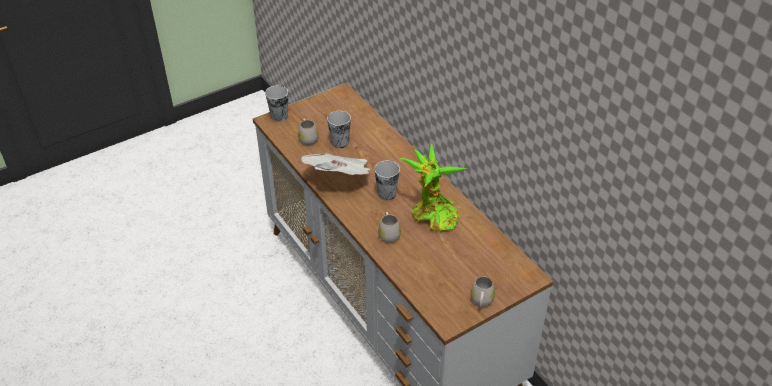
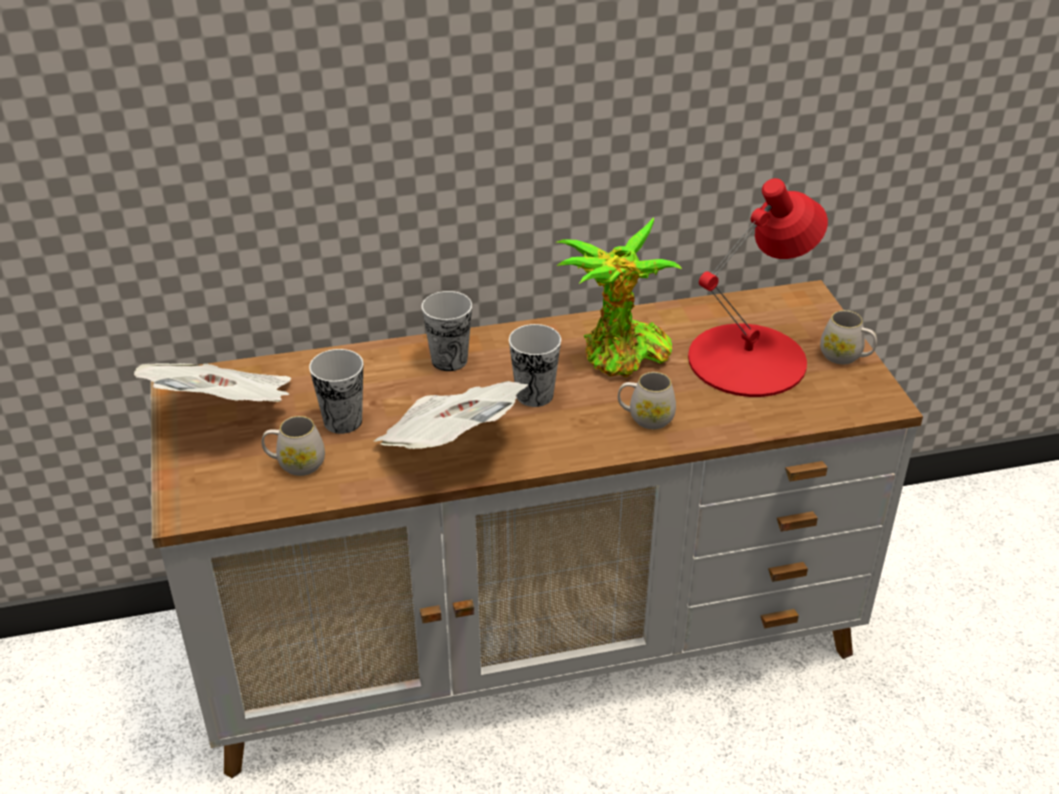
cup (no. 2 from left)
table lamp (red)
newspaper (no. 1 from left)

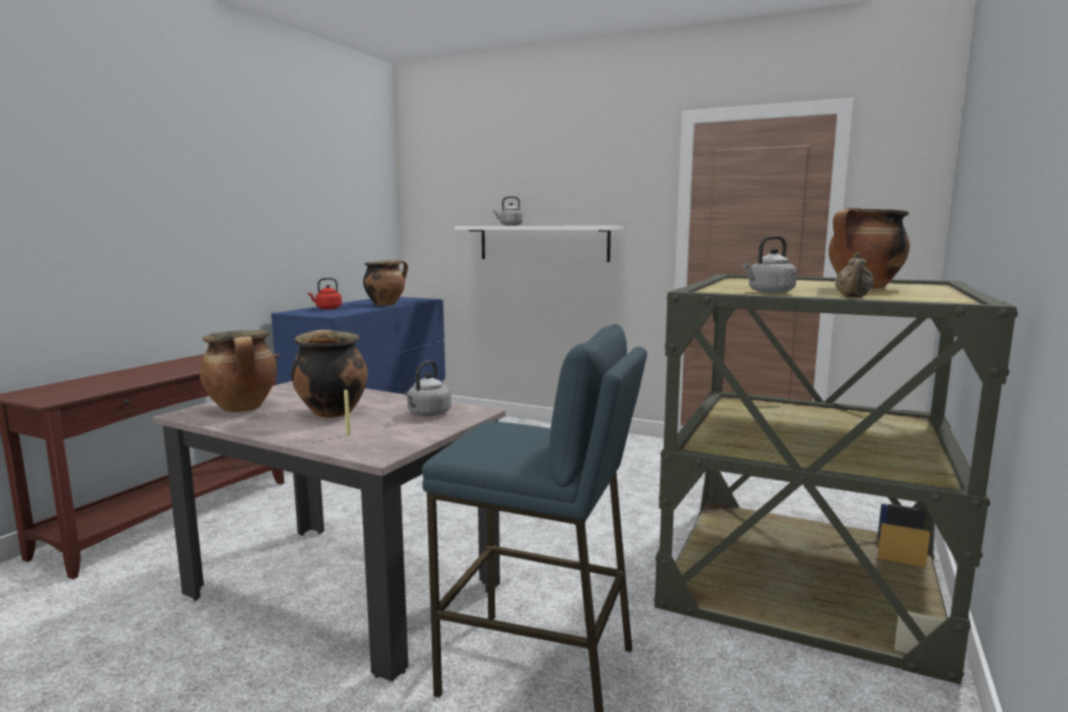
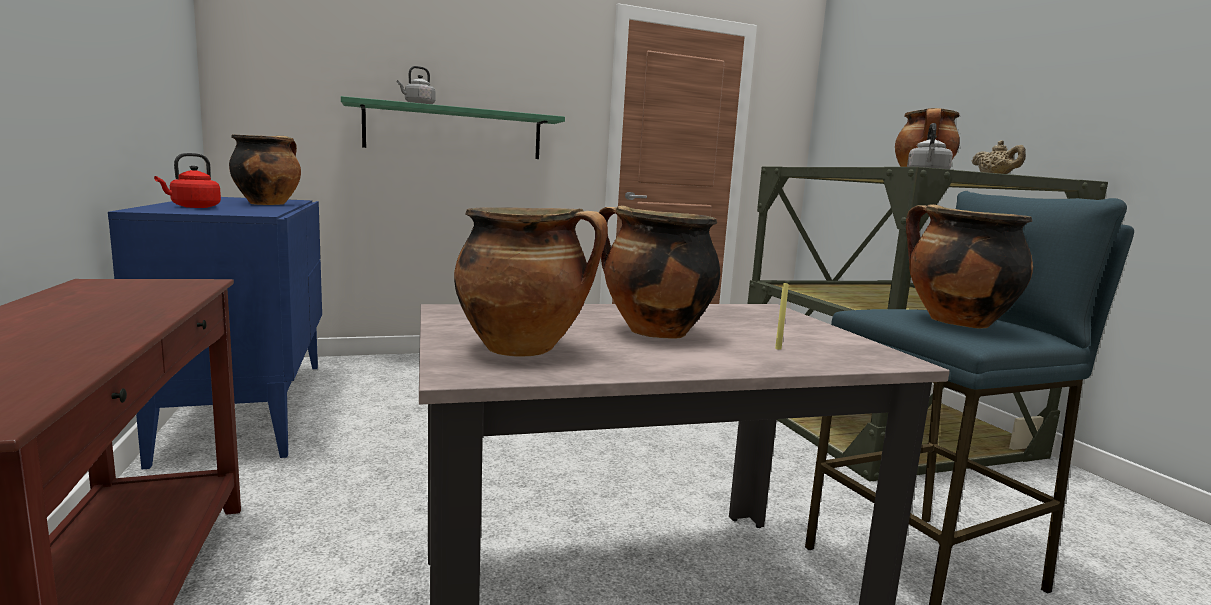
shelf (green)
kettle (grey) (no. 1 from left in the first image)
cooking pot (no. 5 from left)

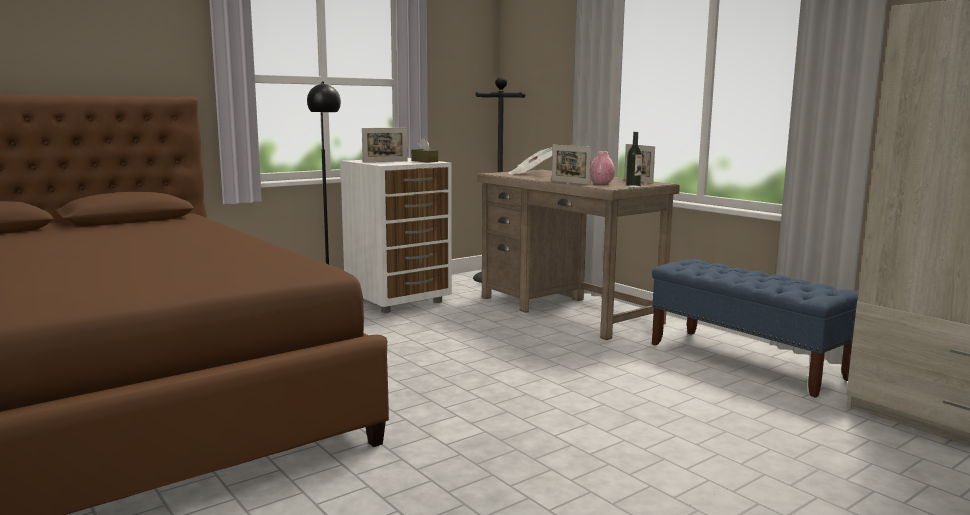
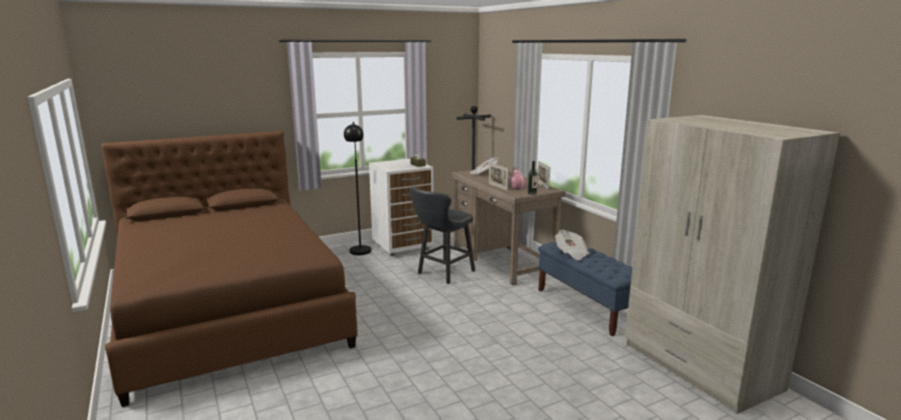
picture frame (no. 1 from left in the first image)
stool (grey)
newspaper (no. 2 from left)

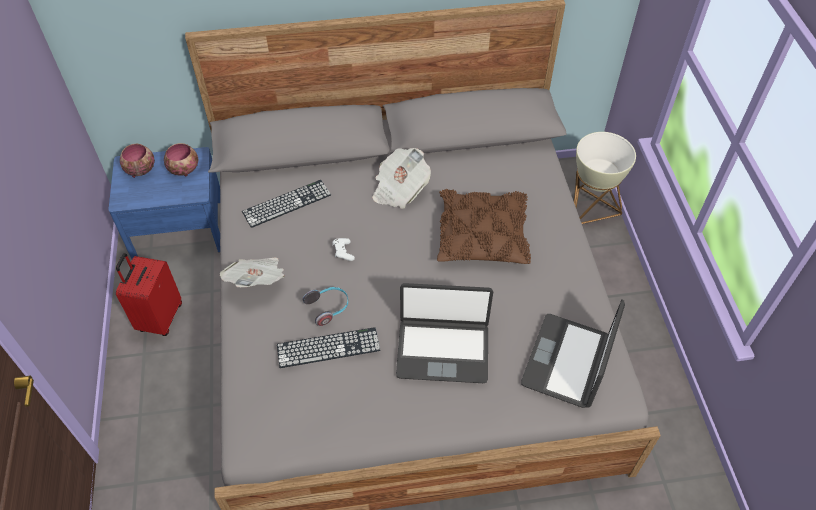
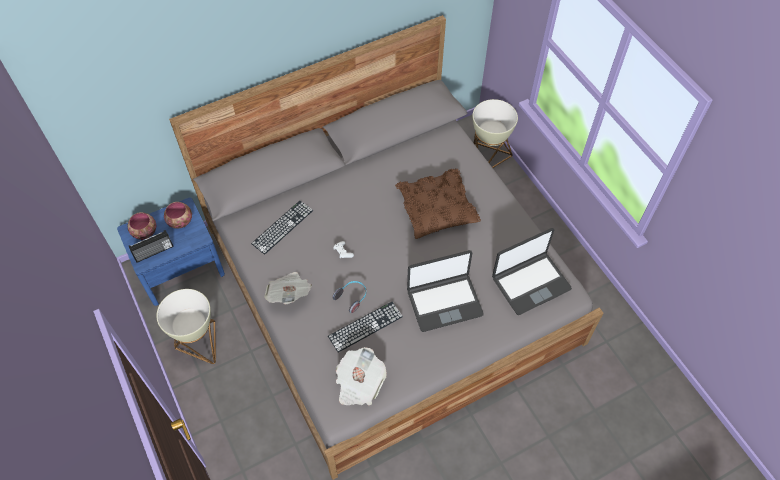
newspaper (no. 2 from left)
planter (no. 1 from left)
laptop (no. 2 from left)
radio

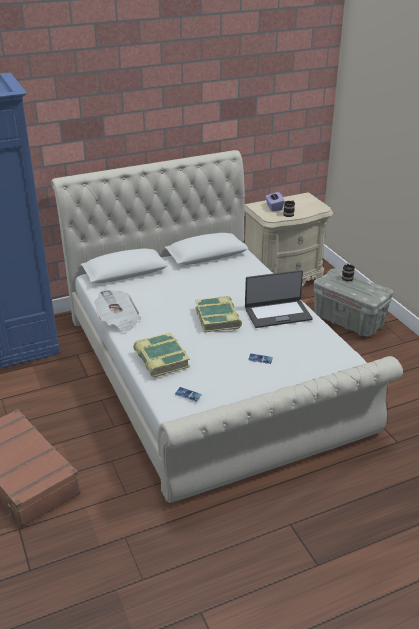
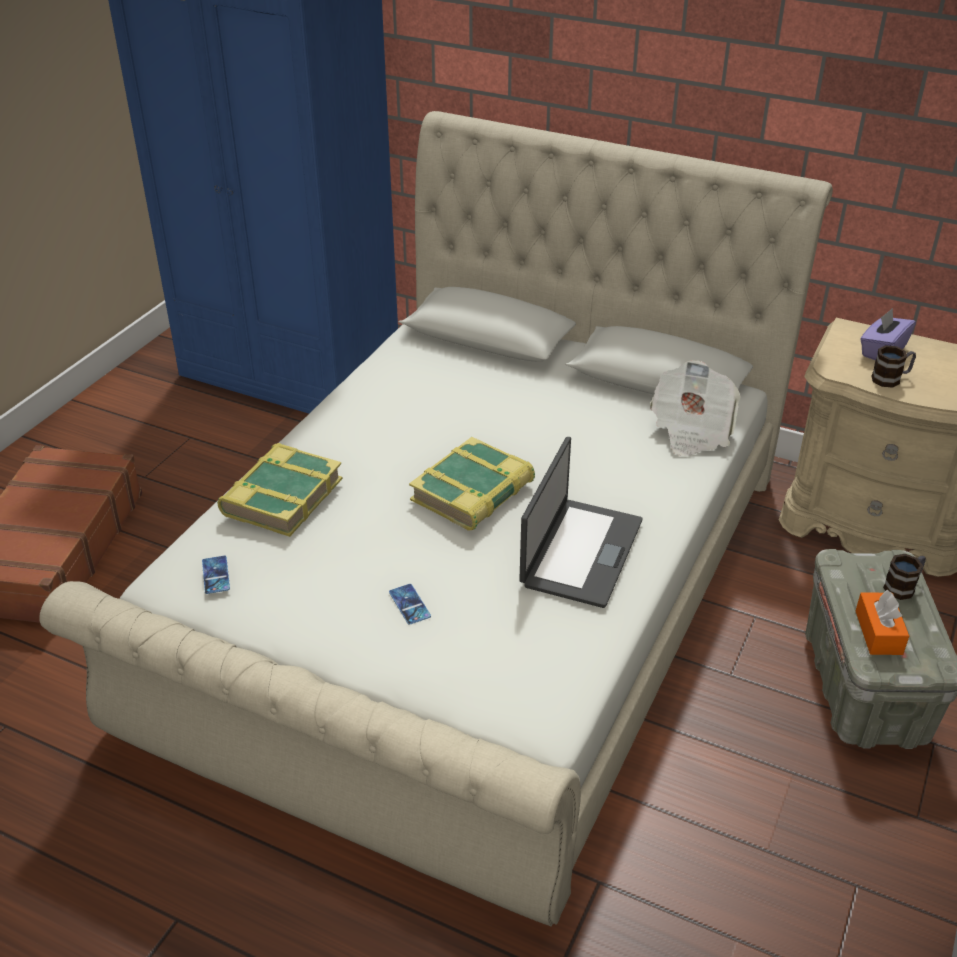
laptop
newspaper
tissue box (orange)

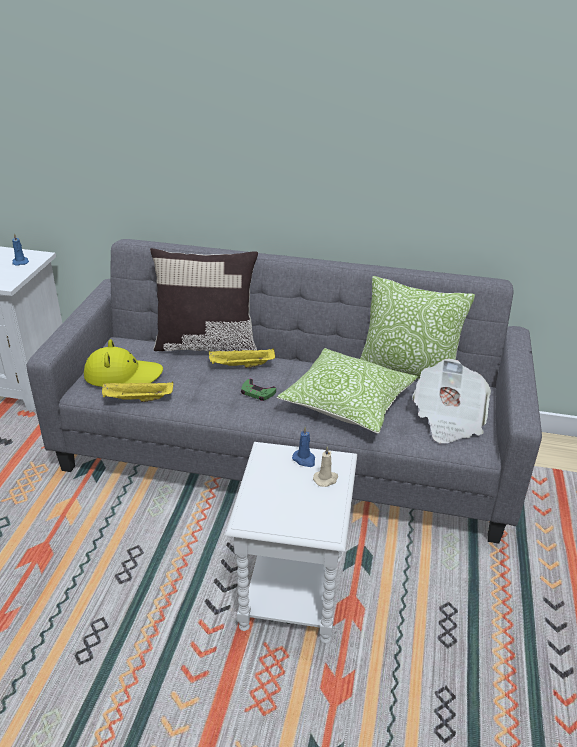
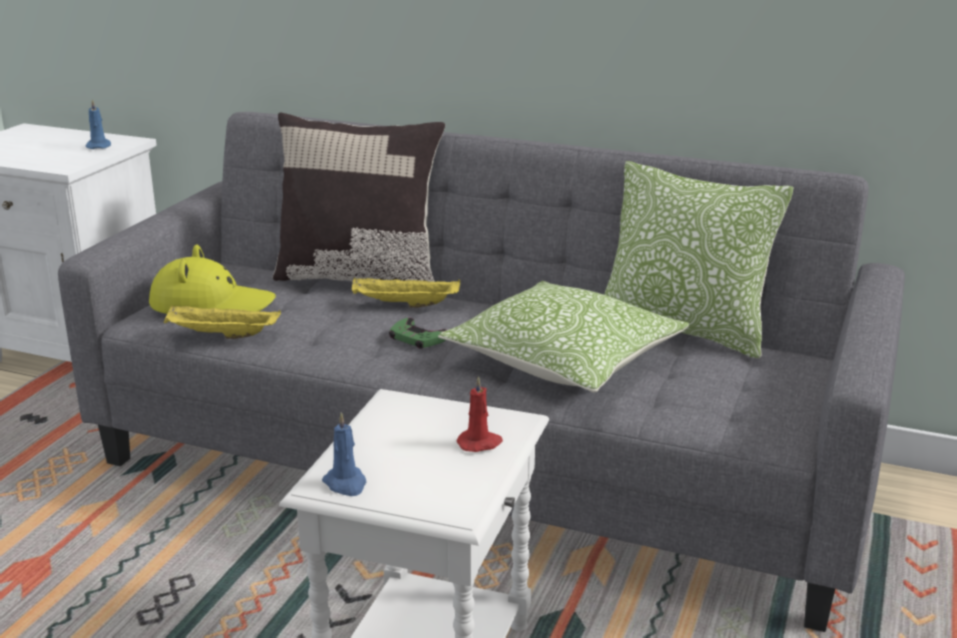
newspaper
candle (blue) (no. 2 from left)
candle (red)

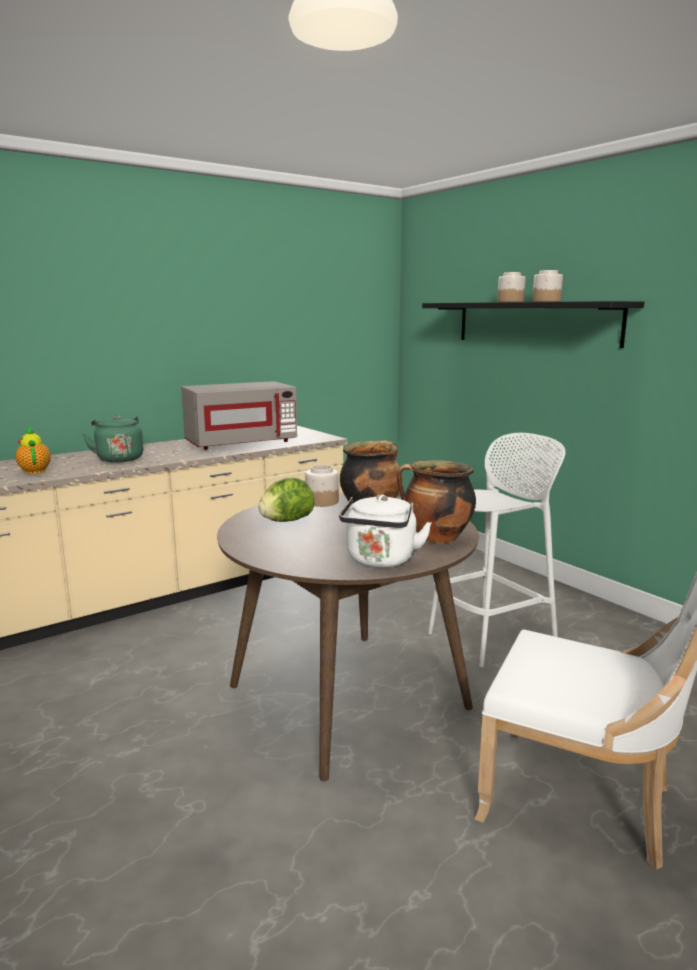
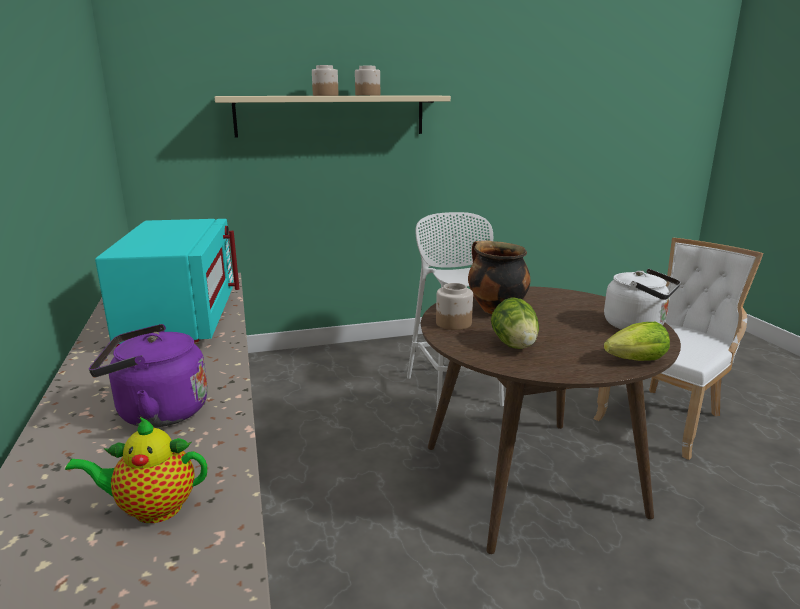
shelf (beige)
microwave (turquoise)
kettle (purple)
cooking pot (no. 2 from left in the first image)
lettuce (no. 2 from left)

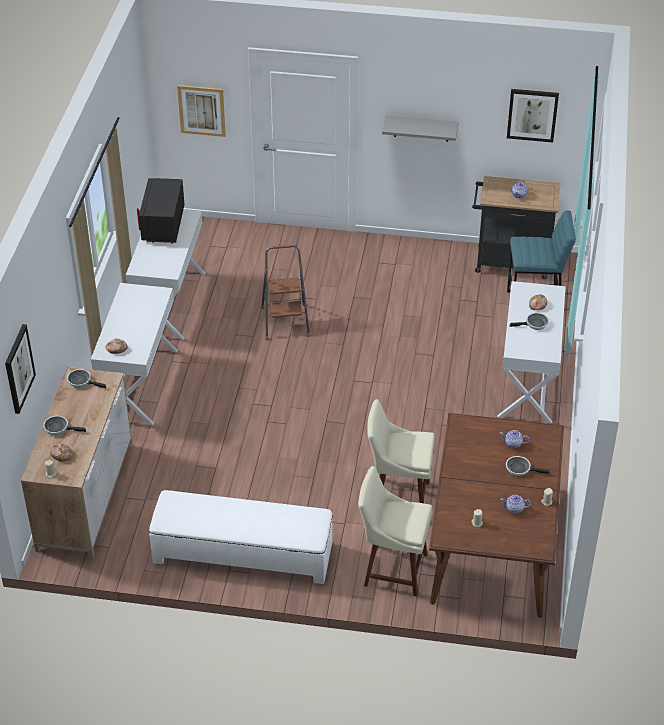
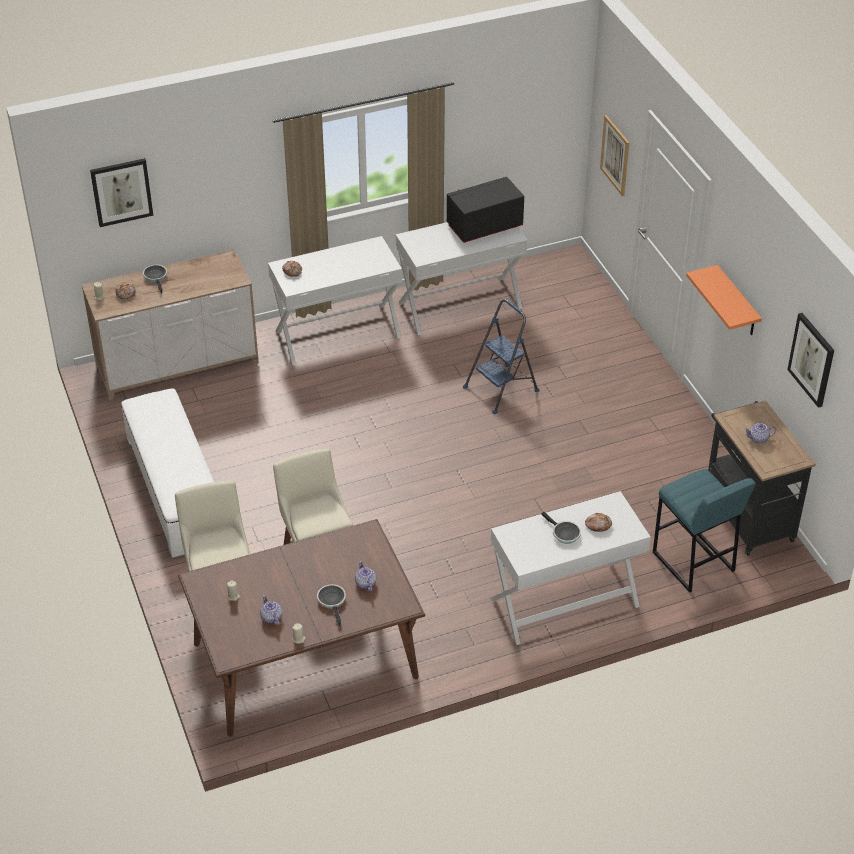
shelf (orange)
step ladder (blue)
frying pan (no. 2 from left in the first image)

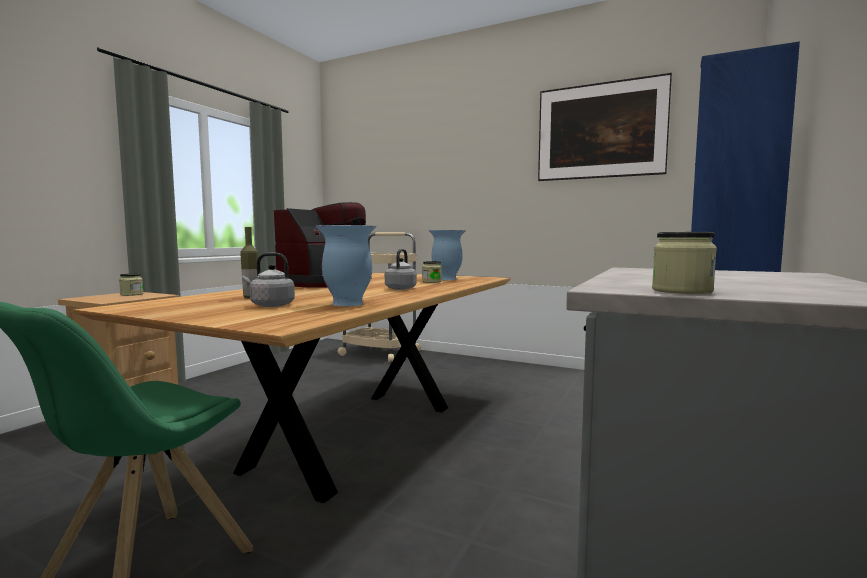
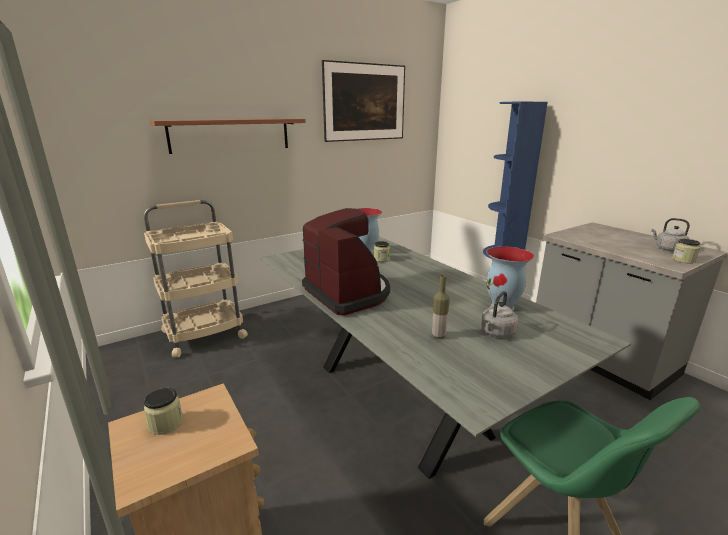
kettle (grey) (no. 2 from left)
dining table (grey)
shelf

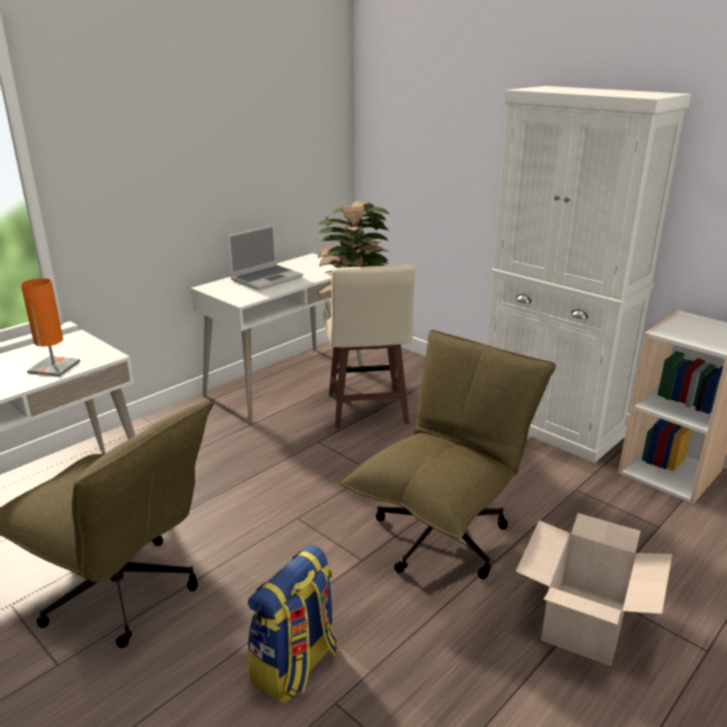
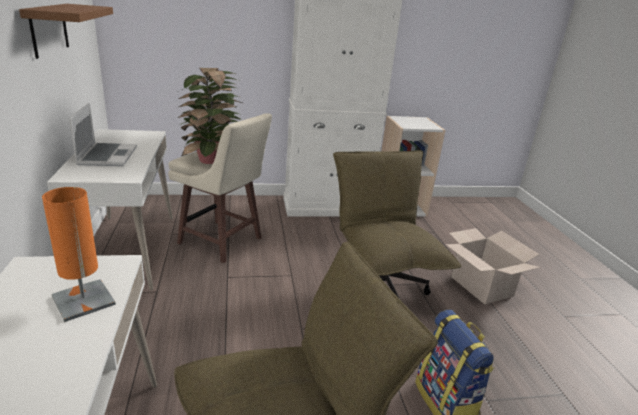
shelf (brown)

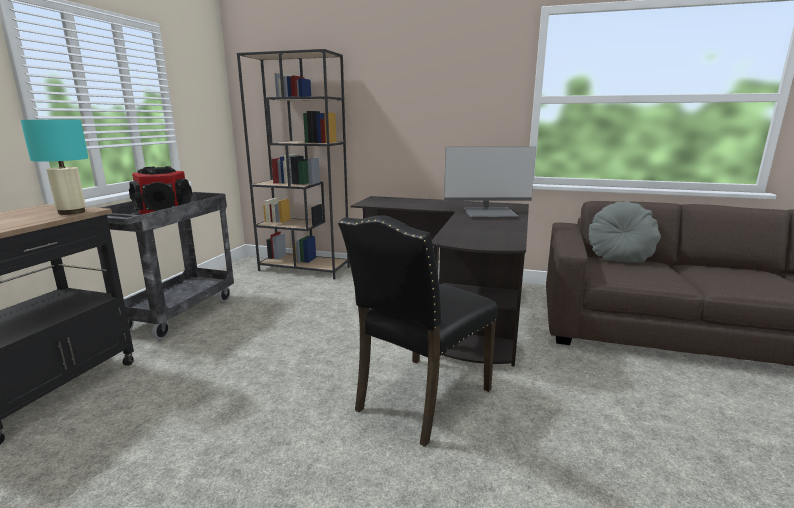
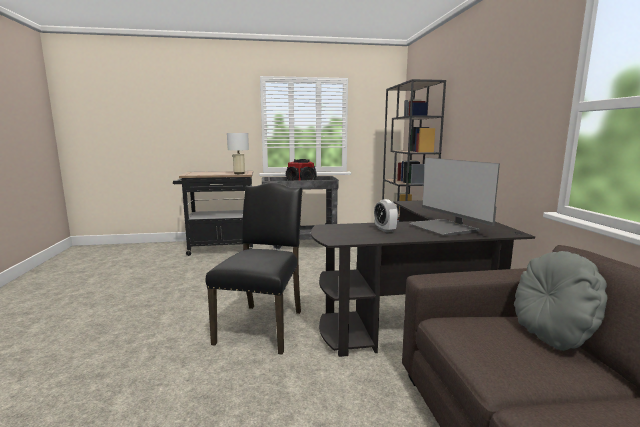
table lamp (white)
chair (black)
alarm clock

